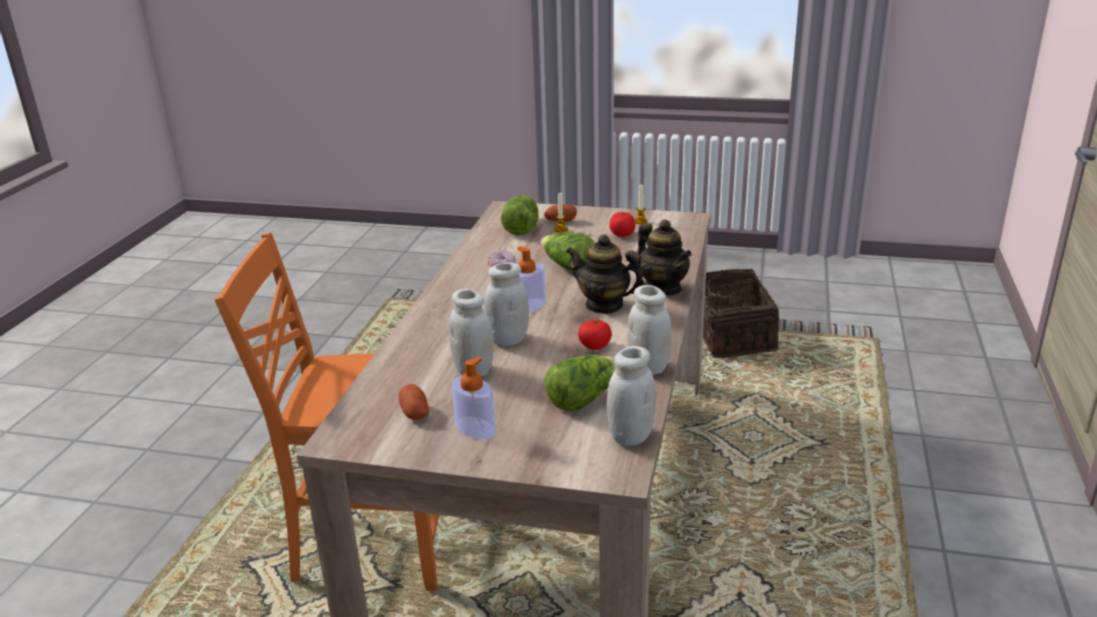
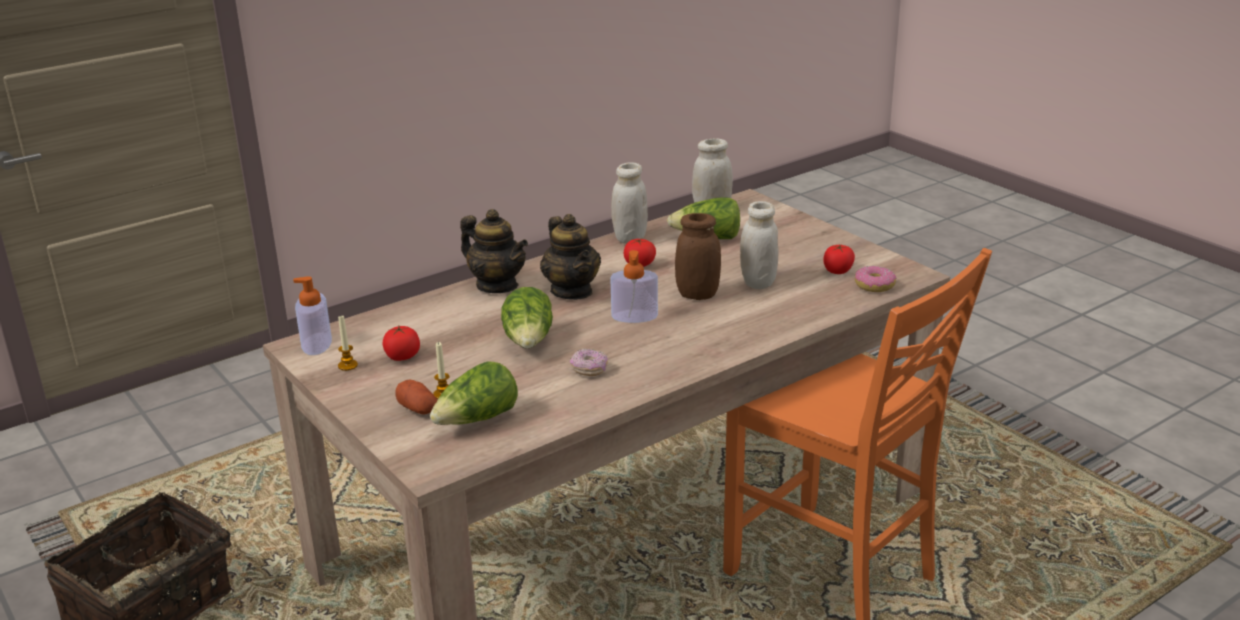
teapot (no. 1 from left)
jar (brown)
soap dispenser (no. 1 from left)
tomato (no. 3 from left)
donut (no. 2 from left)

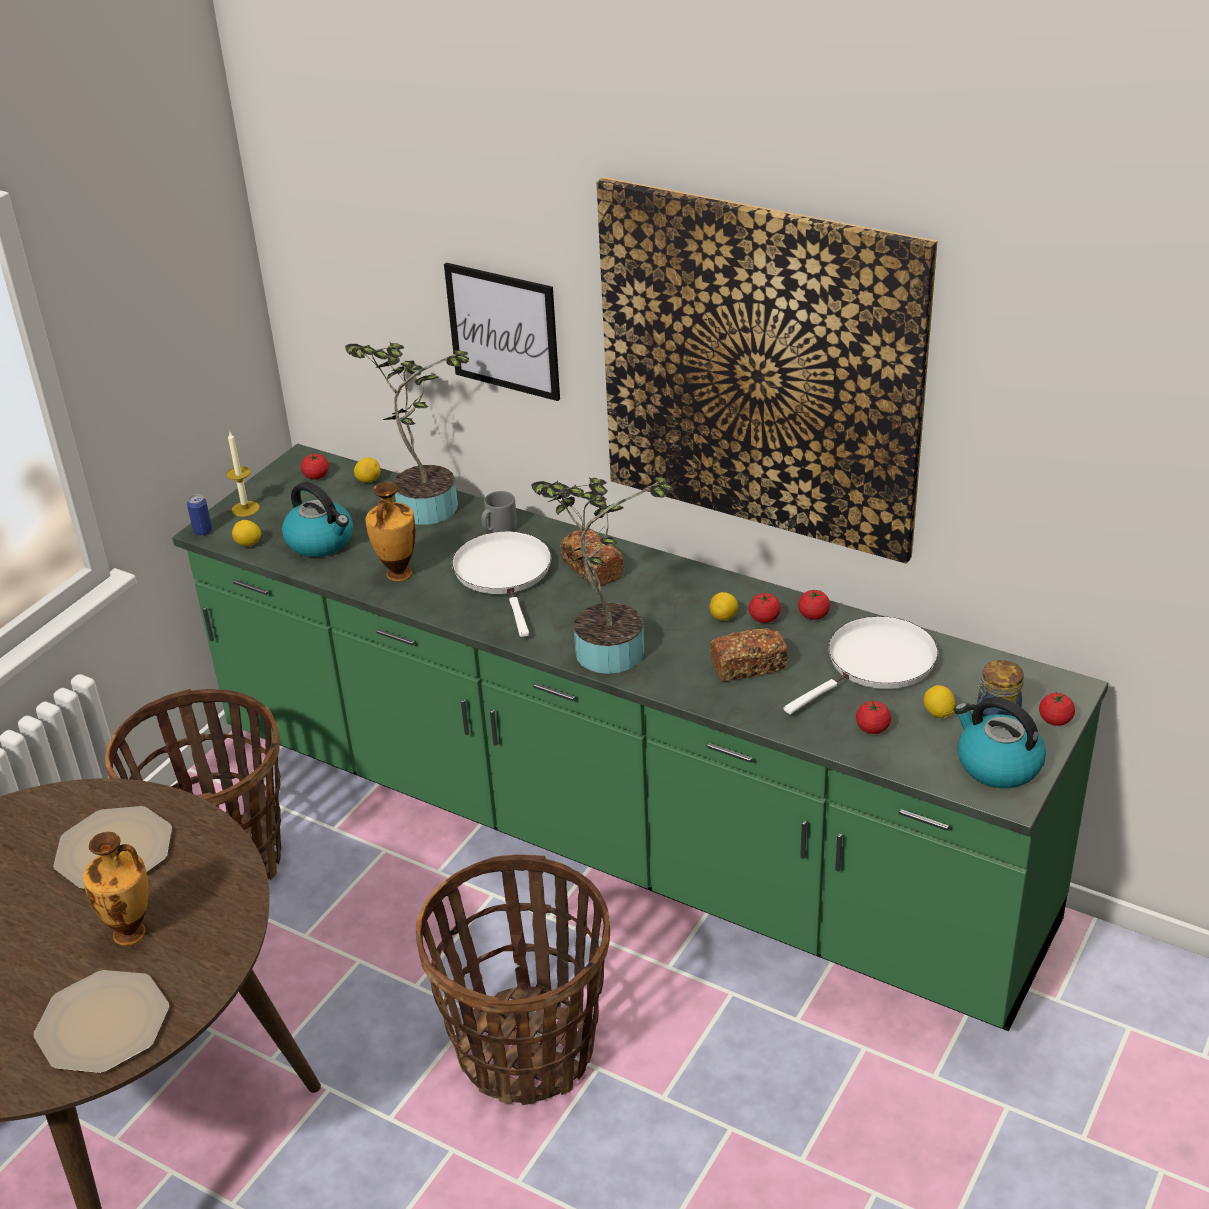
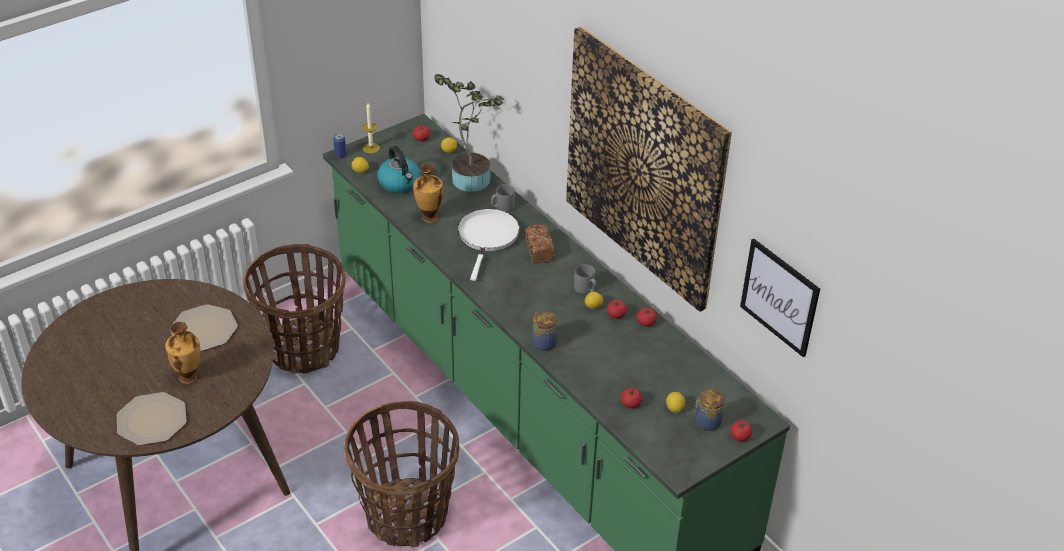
picture (no. 2 from left)
potted plant (no. 2 from left in the first image)
frying pan (white) (no. 2 from left in the first image)
bread (no. 2 from left in the first image)
kettle (no. 2 from left in the first image)
mug (grey) (no. 2 from left)
jar (no. 1 from left)

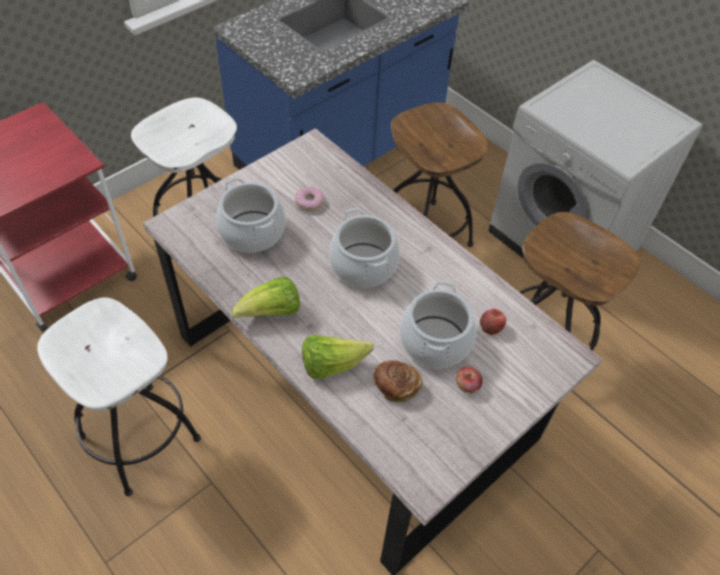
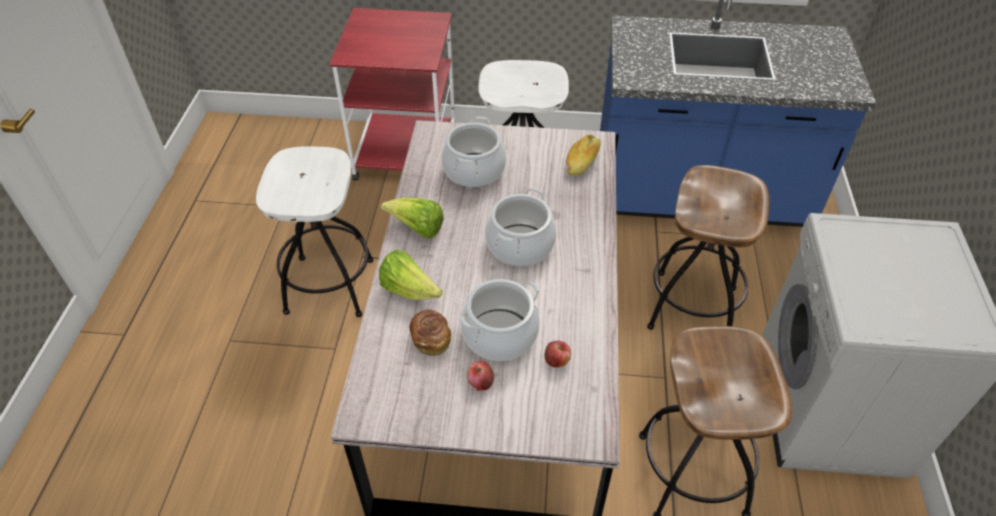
donut
bread (no. 2 from left)

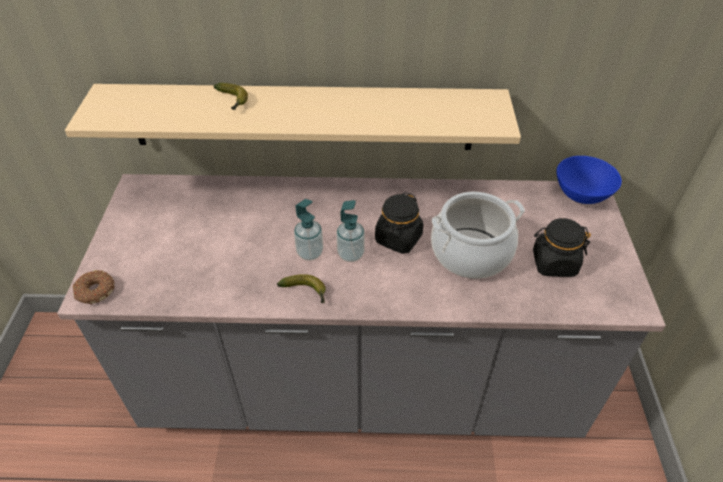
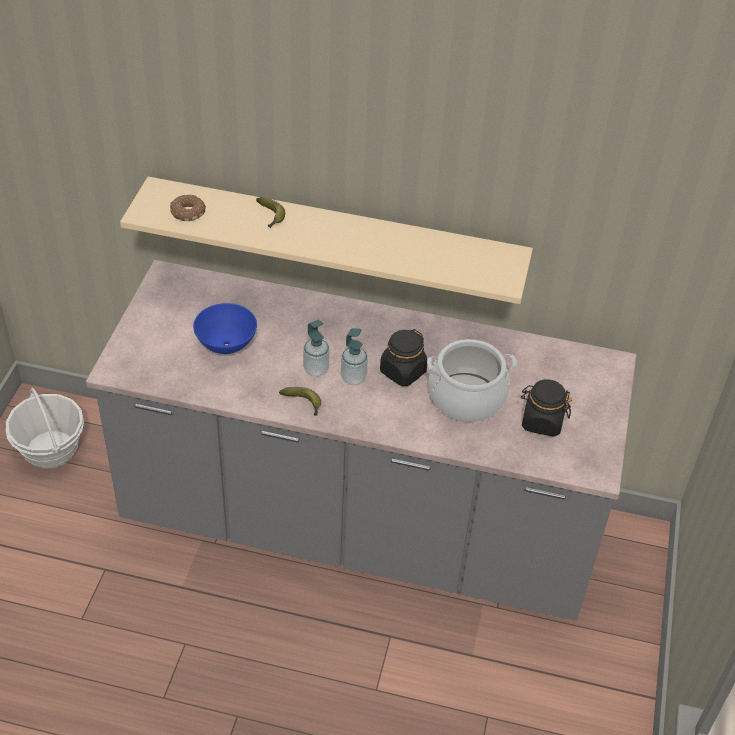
bowl (blue)
donut
basket

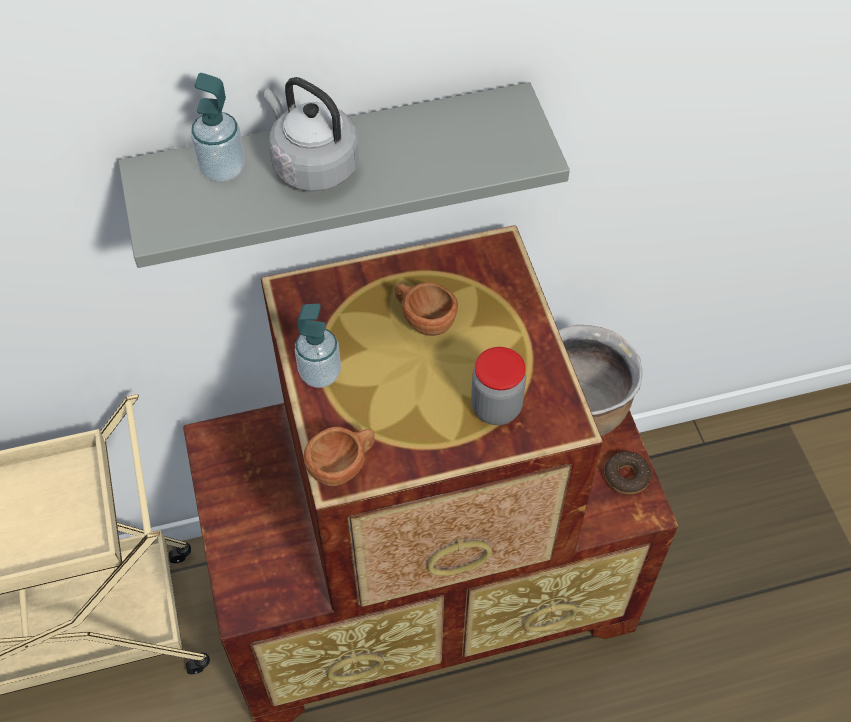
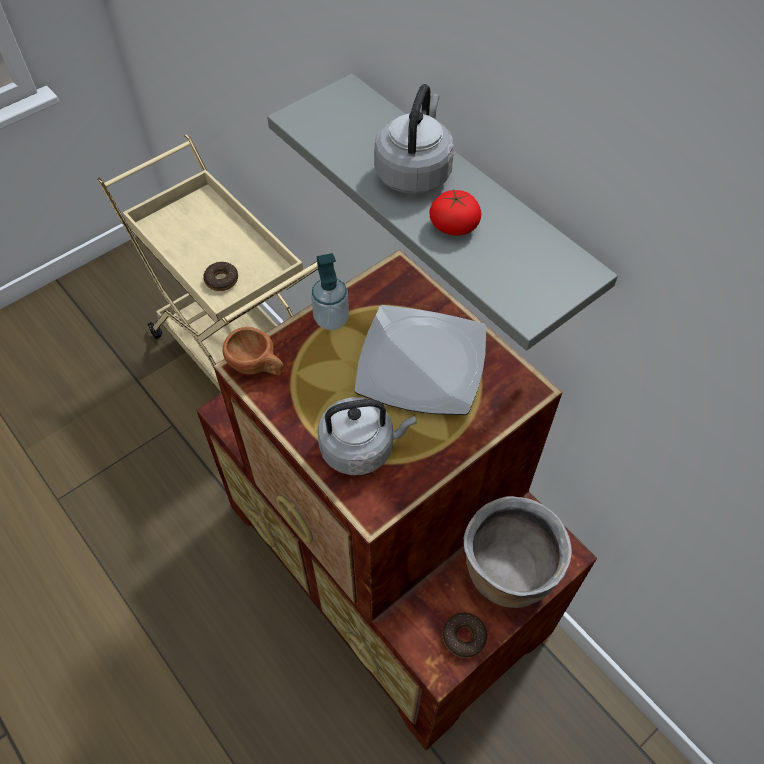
soap dispenser (no. 1 from left in the first image)
plate
kettle (grey) (no. 1 from left)
tomato
donut (no. 1 from left)

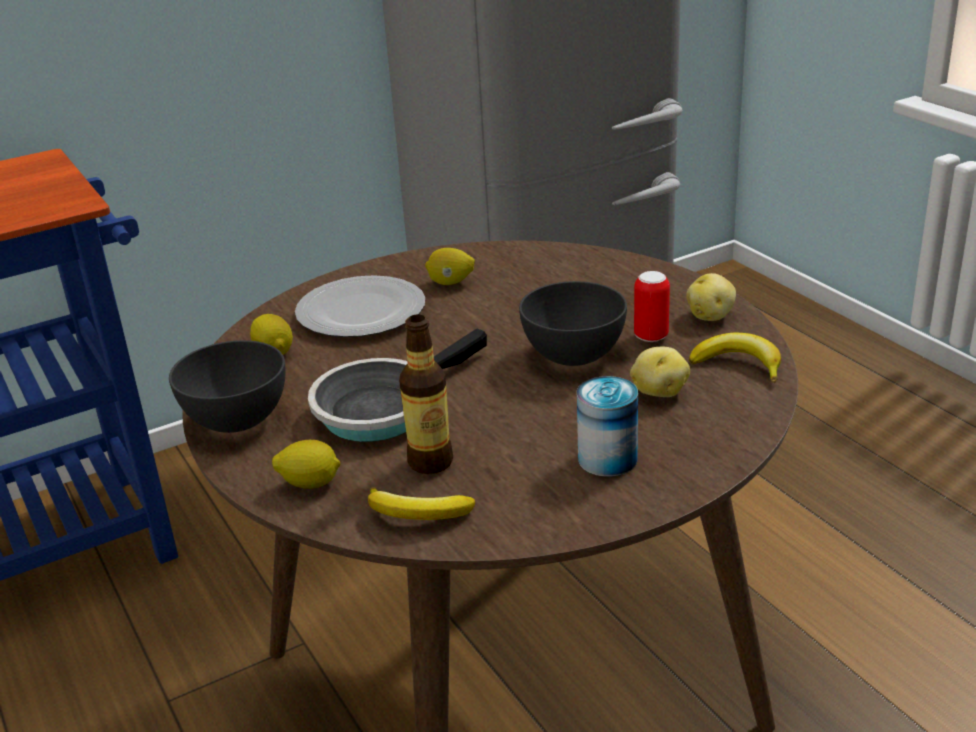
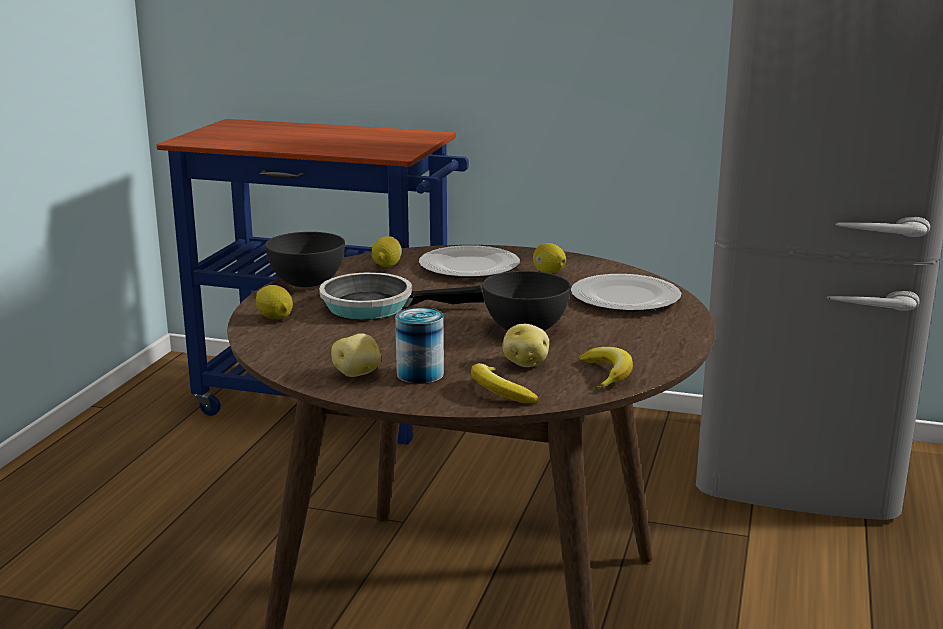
can (no. 2 from left in the first image)
potato (no. 1 from left)
bottle
banana (no. 1 from left)
plate (no. 2 from left)

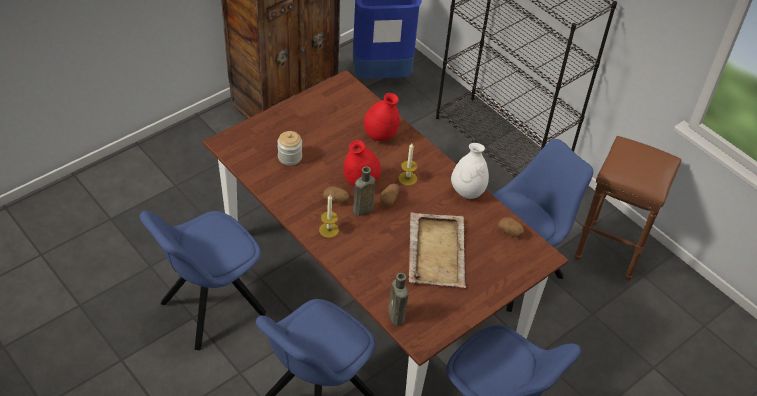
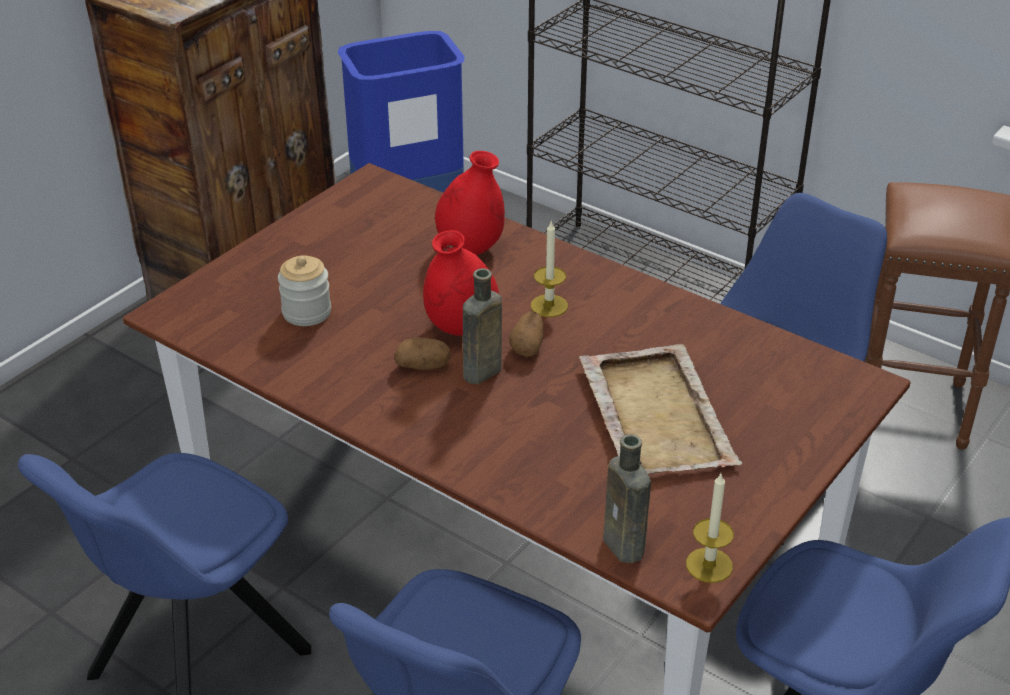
vase (white)
candle (no. 2 from left)
potato (no. 3 from left in the first image)

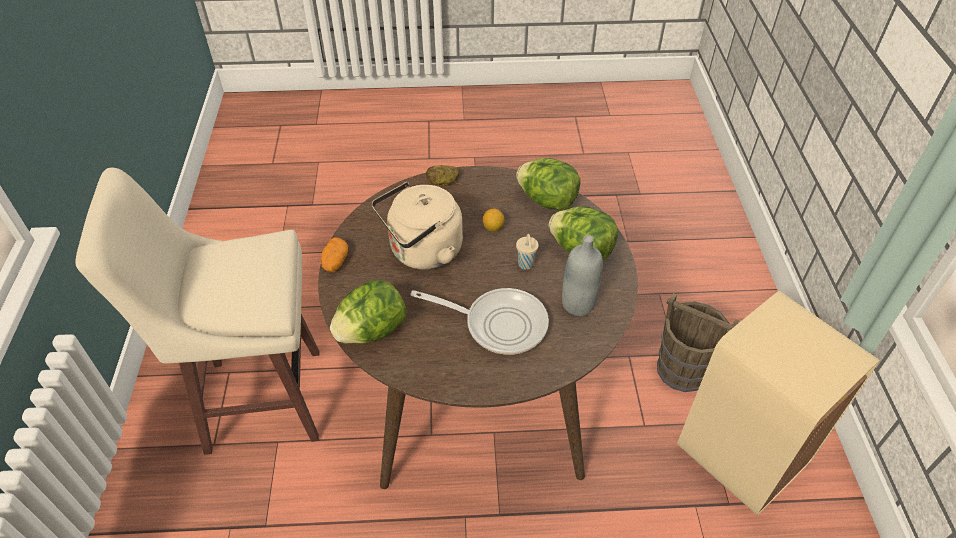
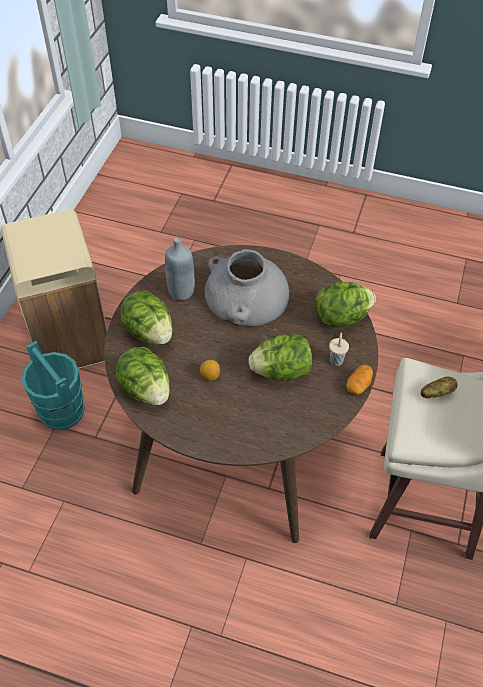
potato (no. 2 from left)
lettuce (no. 3 from left)
cup (beige)
vase (grey)
bucket (turquoise)

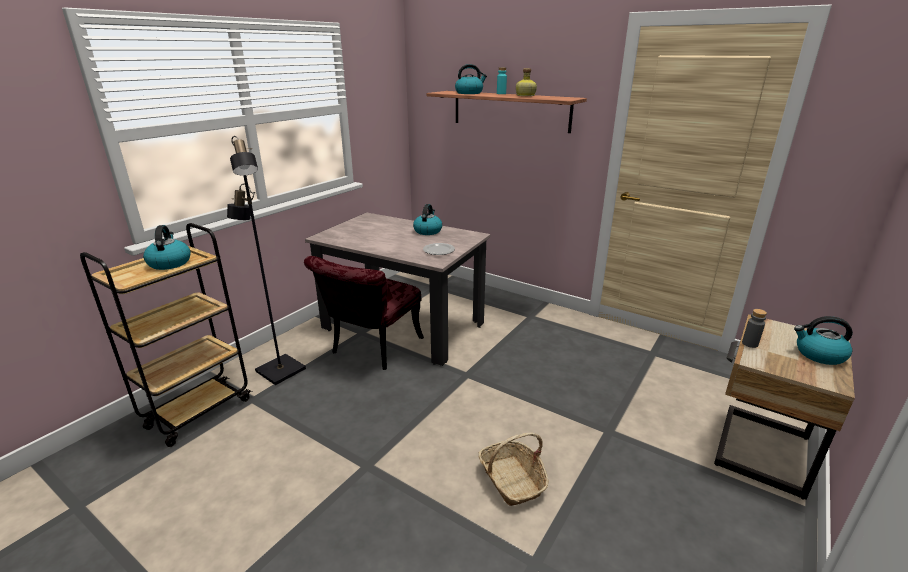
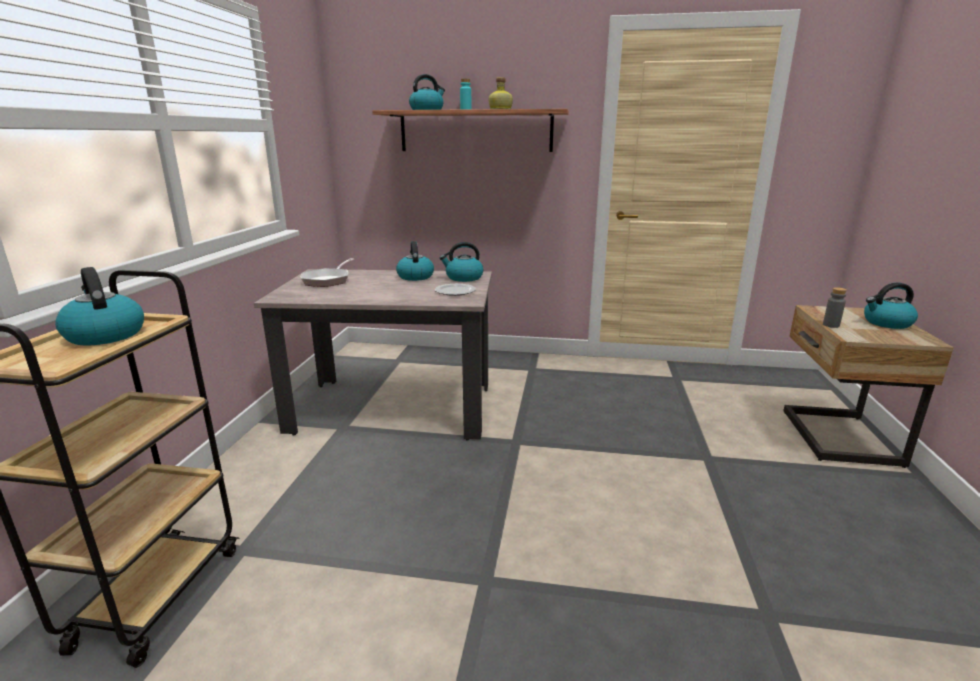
floor lamp (black)
chair (red)
basket
kettle (no. 4 from left)
frying pan

